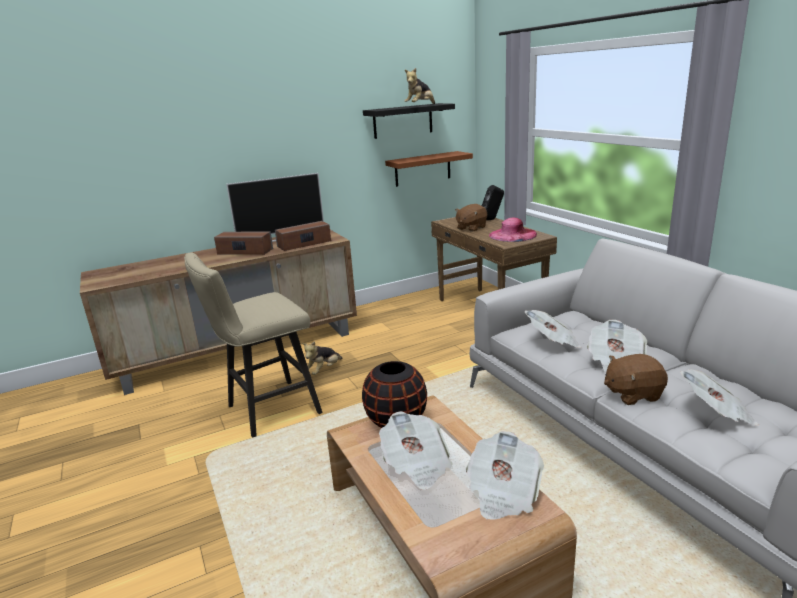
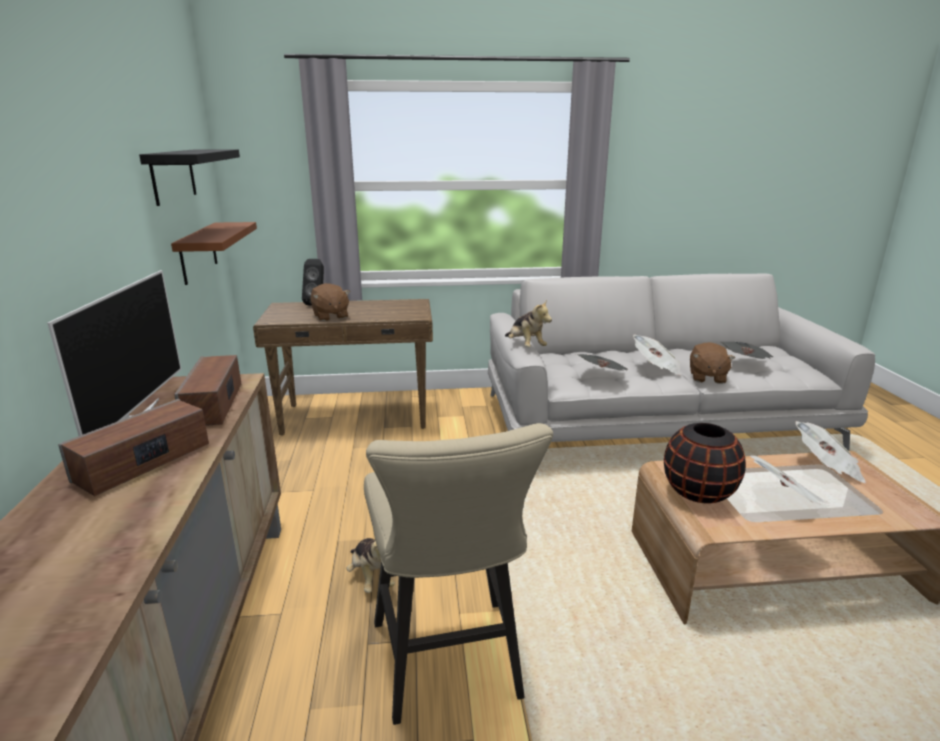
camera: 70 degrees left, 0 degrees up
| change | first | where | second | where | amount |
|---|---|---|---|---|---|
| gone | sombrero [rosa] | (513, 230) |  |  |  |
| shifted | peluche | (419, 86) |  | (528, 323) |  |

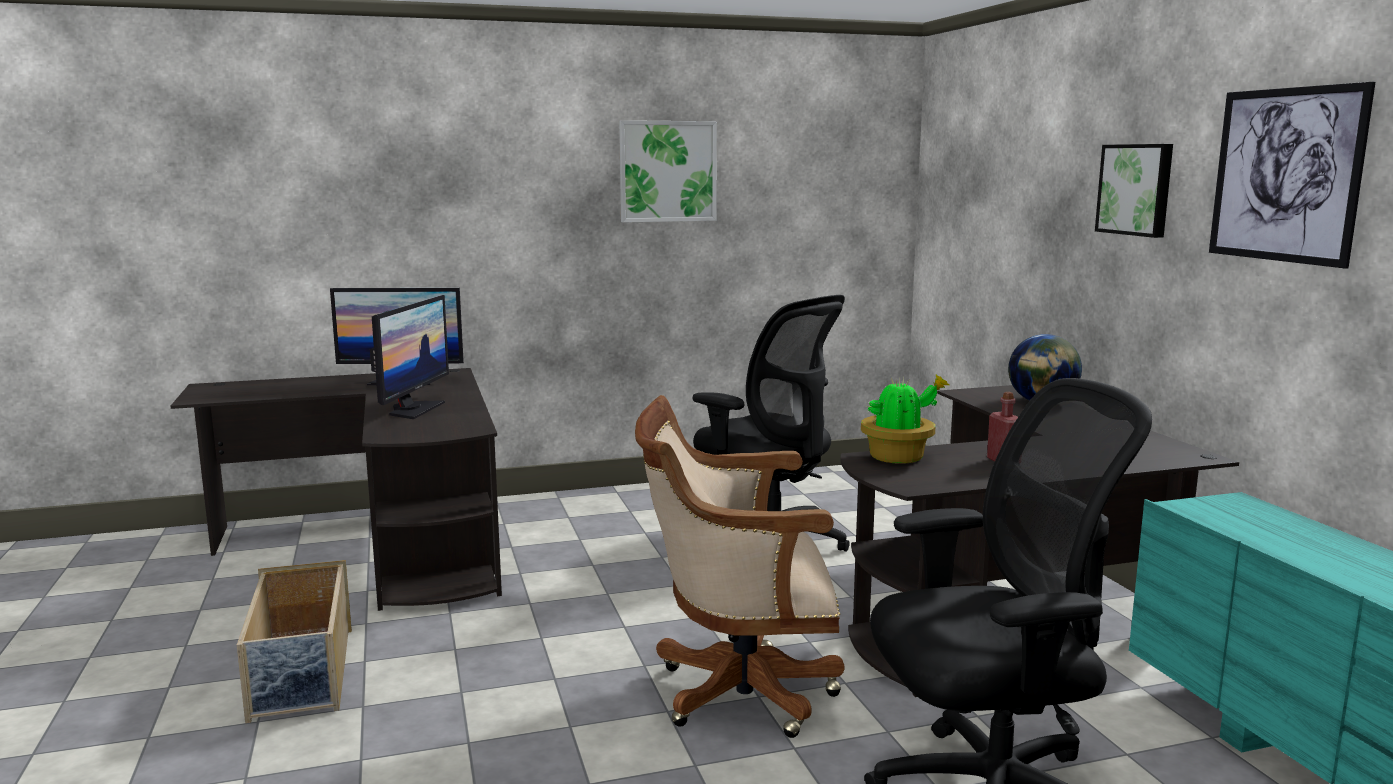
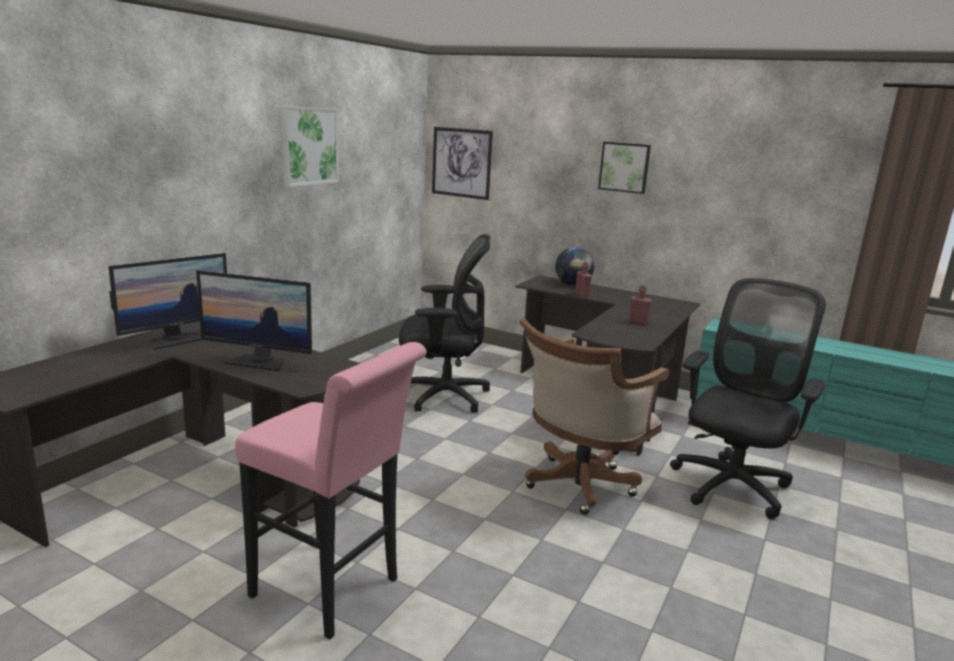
camera: 45 degrees left, 5 degrees up
| change | first | where | second | where | amount |
|---|---|---|---|---|---|
| gone | planta en maceta | (905, 419) |  |  |  |
| new |  |  | botella [rojo] | (583, 279) |  |
| shifted | cuadro | (1292, 175) |  | (462, 163) |  |
| swapped | caja de almacenaje [beis] | (294, 641) | taburete [rosa] | (331, 490) |  |
| rotated | monitor | (409, 357) |  | (254, 320) | 135 degrees clockwise |

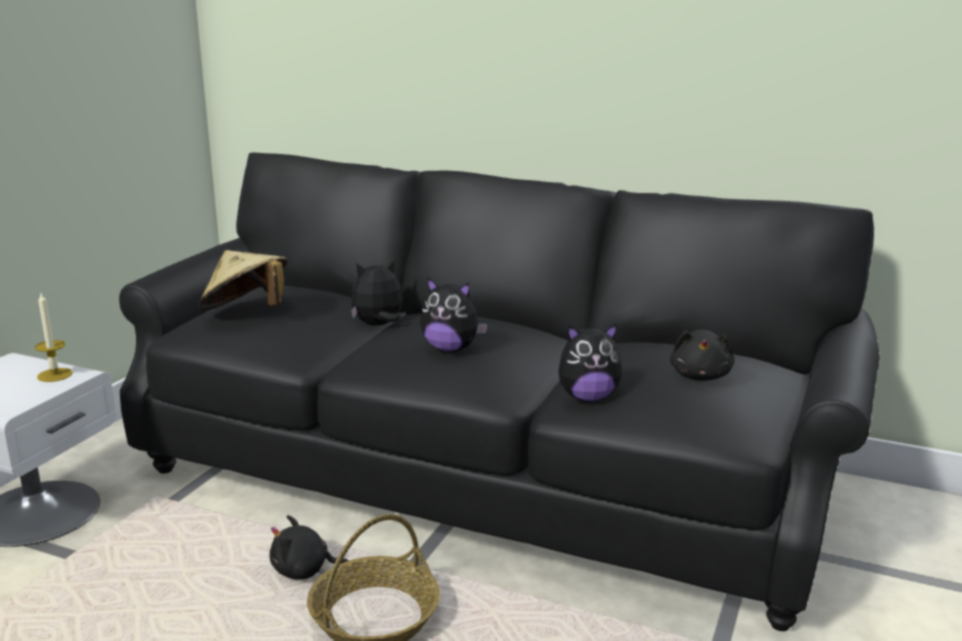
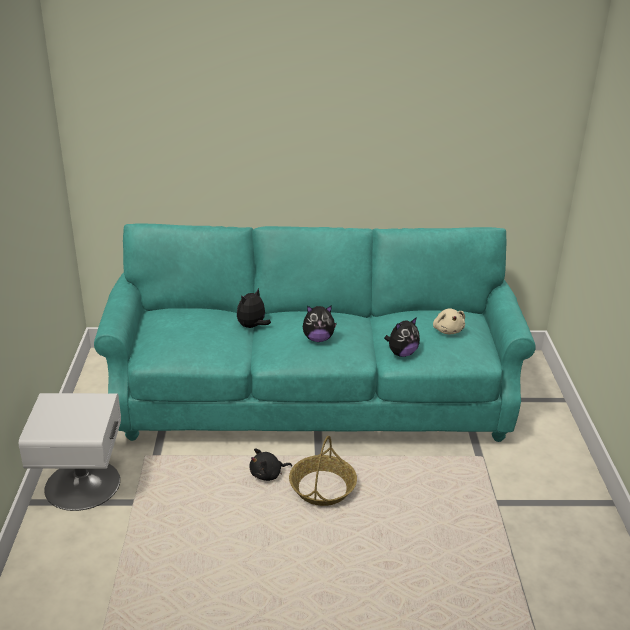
camera: 25 degrees left, 10 degrees up
| change | first | where | second | where | amount |
|---|---|---|---|---|---|
| gone | vela | (53, 337) |  |  |  |
| gone | sombrero [beis] | (243, 280) |  |  |  |
| repainted | sofá [negro] | (499, 391) | sofá [turquesa] | (315, 332) |  |
| repainted | peluche [negro] | (702, 355) | peluche [beis] | (449, 321) |  |

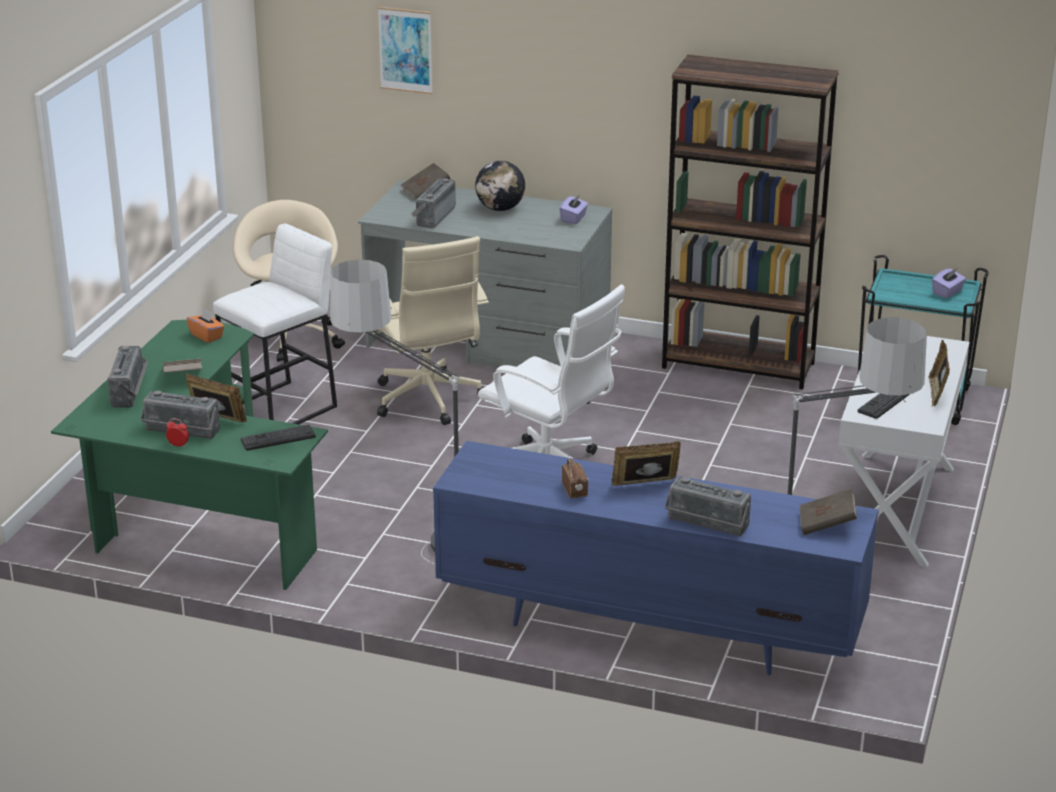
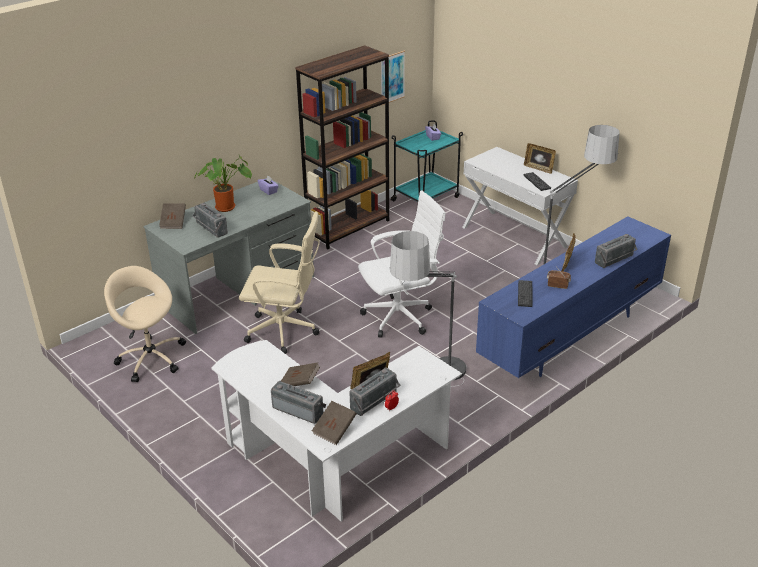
camera: 60 degrees left, 5 degrees up
| change | first | where | second | where | amount |
|---|---|---|---|---|---|
| gone | caja de pañuelos [naranja] | (205, 326) |  |  |  |
| gone | taburete [blanco] | (275, 323) |  |  |  |
| shifted | teclado | (278, 437) |  | (525, 293) |  |
| shifted | cuadro | (405, 50) |  | (393, 78) |  |
| shifted | libro [marrón] | (828, 512) |  | (334, 423) |  |
| swapped | globo terráqueo | (500, 186) | planta en maceta | (223, 183) |  |
| repainted | escritorio [verde] | (189, 455) | escritorio [blanco] | (336, 430) |  |

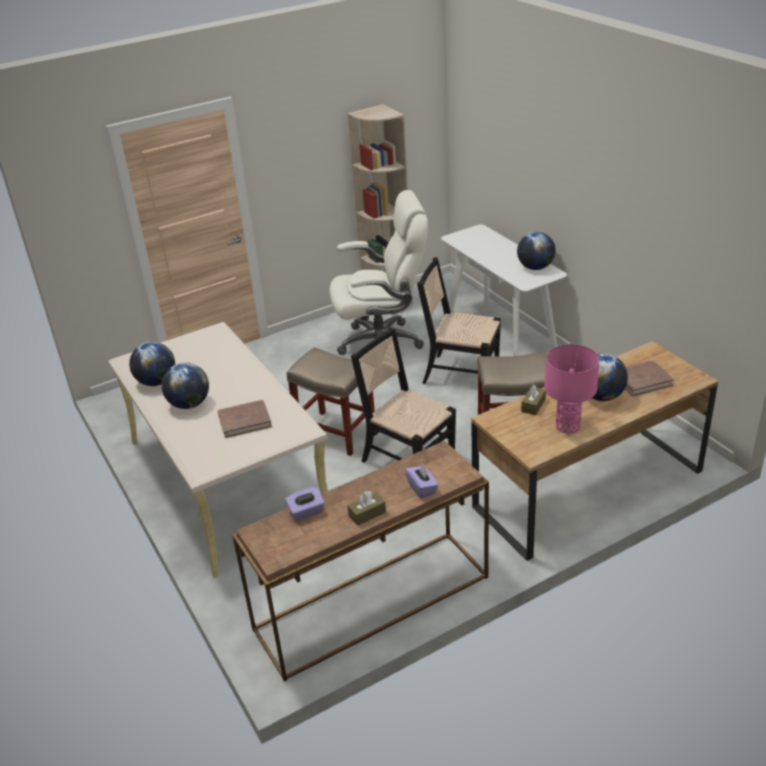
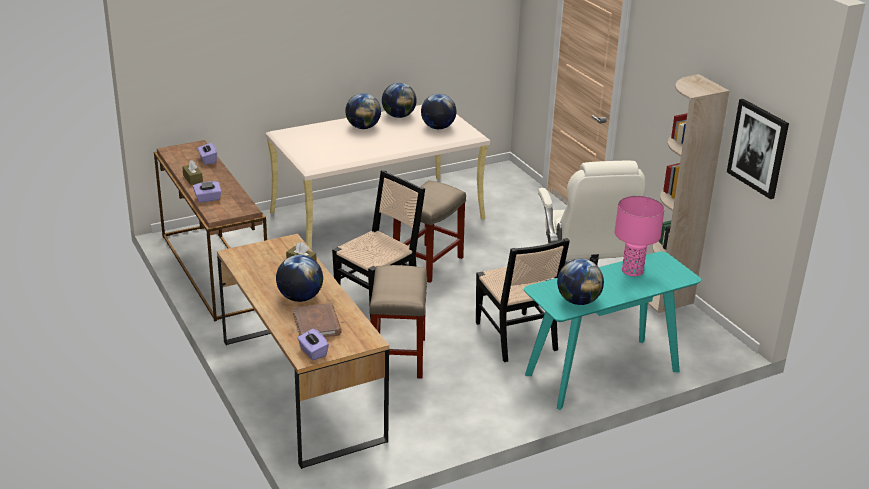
camera: 90 degrees right, 5 degrees down
| change | first | where | second | where | amount |
|---|---|---|---|---|---|
| gone | libro [marrón] | (245, 419) |  |  |  |
| new |  |  | caja de pañuelos [morado] | (313, 344) |  |
| new |  |  | globo terráqueo | (439, 111) |  |
| new |  |  | cuadro | (758, 149) |  |
| shifted | lámpara de mesa [rosa] | (571, 389) |  | (639, 236) |  |
| repainted | mesa consola [blanco] | (504, 290) | mesa consola [turquesa] | (612, 330) |  |
| rotated | silla | (459, 320) |  | (523, 300) | 135 degrees clockwise |

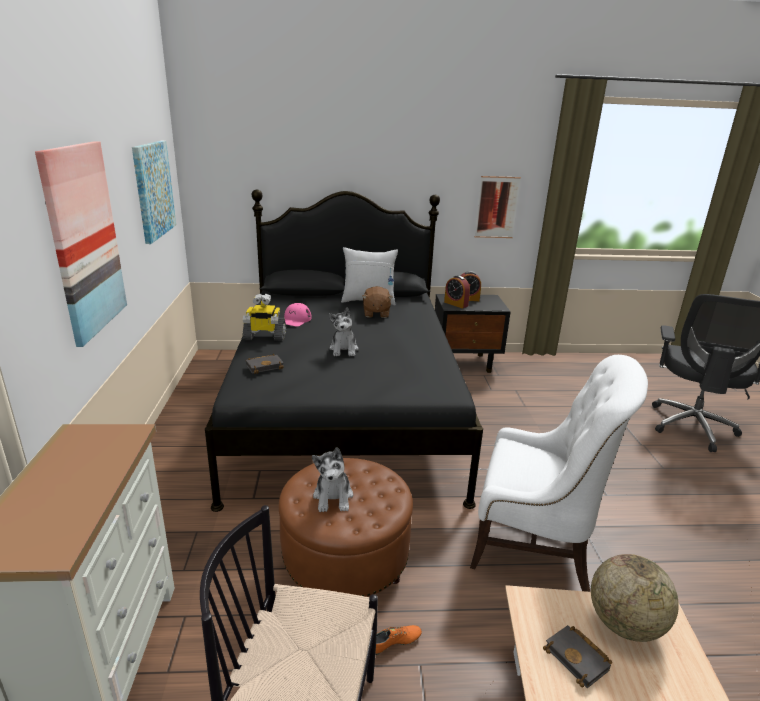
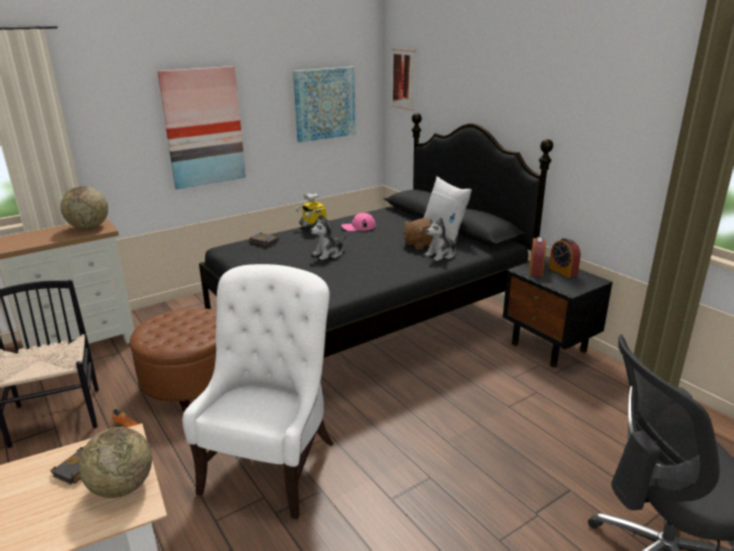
camera: 60 degrees right, 0 degrees up
| change | first | where | second | where | amount |
|---|---|---|---|---|---|
| new |  |  | globo terráqueo | (84, 207) |  |
| shifted | peluche | (332, 479) |  | (440, 239) |  |
| shifted | cuadro | (498, 207) |  | (404, 80) |  |
| rotated | silla [blanco] | (559, 473) |  | (258, 391) | 150 degrees counterclockwise |

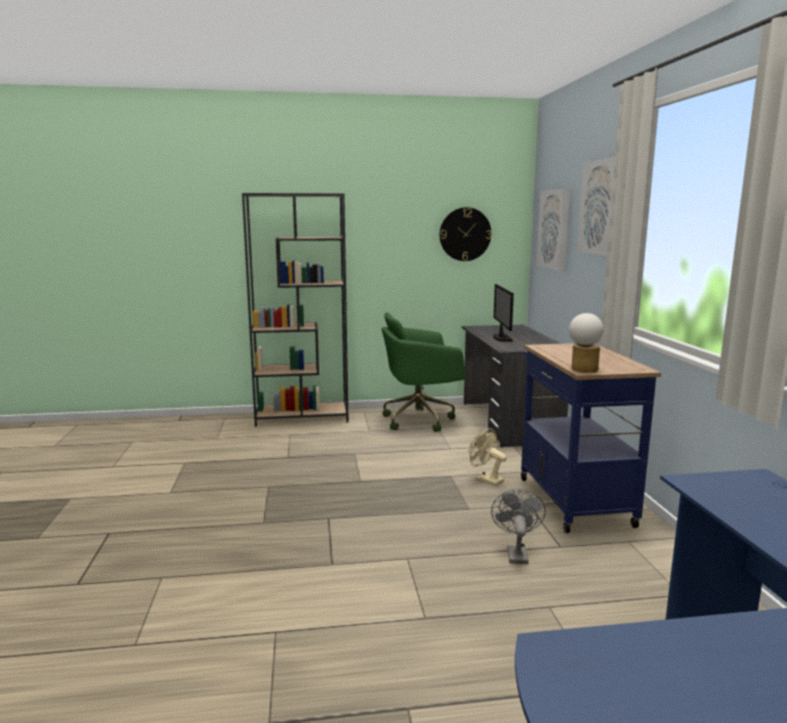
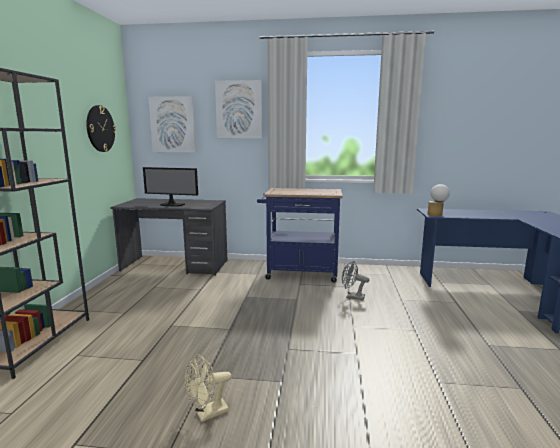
camera: 75 degrees left, 0 degrees up
| change | first | where | second | where | amount |
|---|---|---|---|---|---|
| gone | silla de oficina [verde] | (424, 372) |  |  |  |
| shifted | ventilador [beis] | (488, 457) |  | (208, 388) |  |
| shifted | lámpara de mesa | (586, 343) |  | (439, 200) |  |

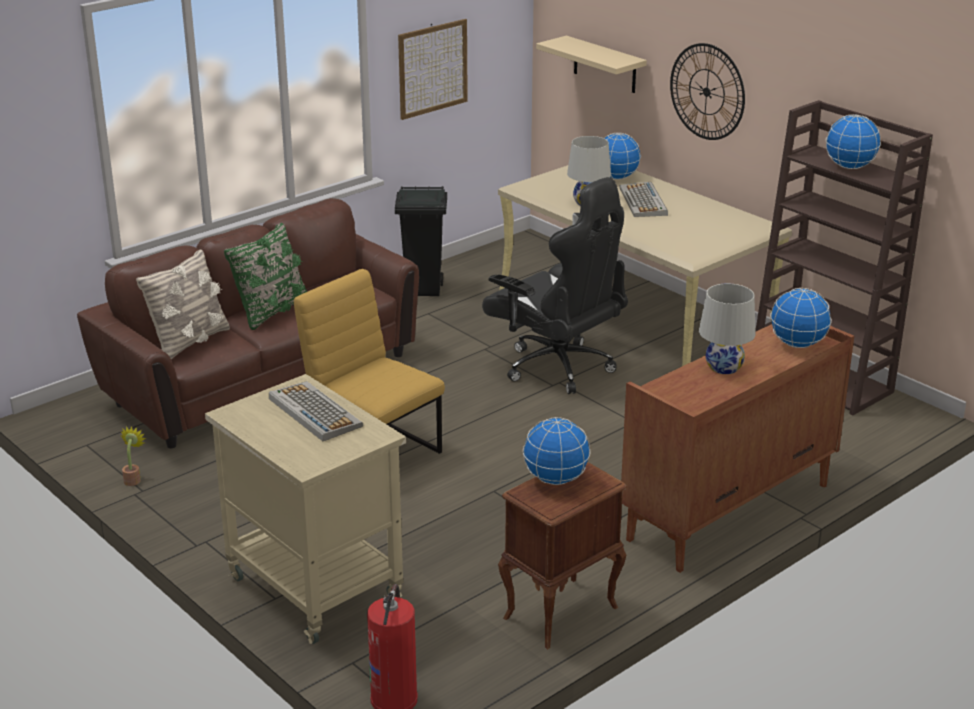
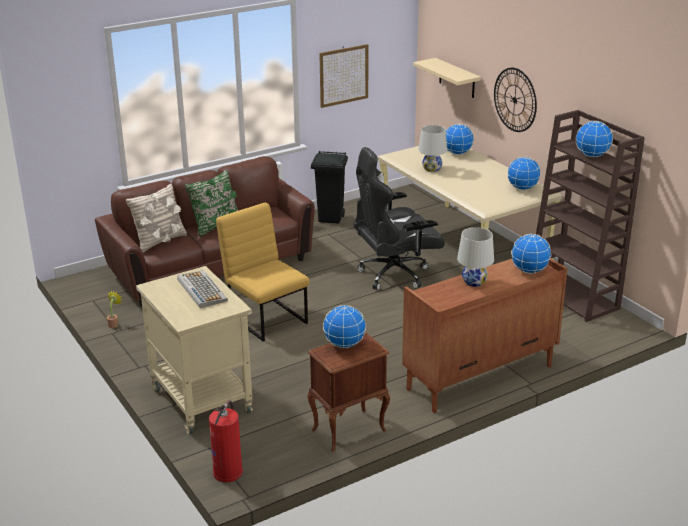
camera: 10 degrees right, 0 degrees up
| change | first | where | second | where | amount |
|---|---|---|---|---|---|
| gone | teclado | (643, 199) |  |  |  |
| new |  |  | globo terráqueo | (524, 173) |  |
| rotated | silla de oficina [negro] | (555, 285) |  | (399, 218) | 105 degrees clockwise |

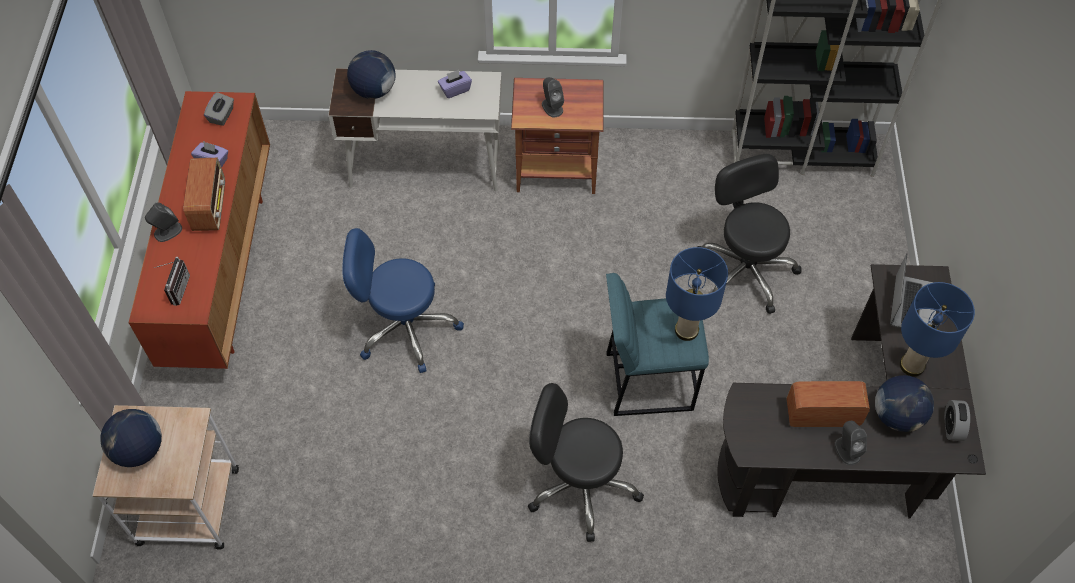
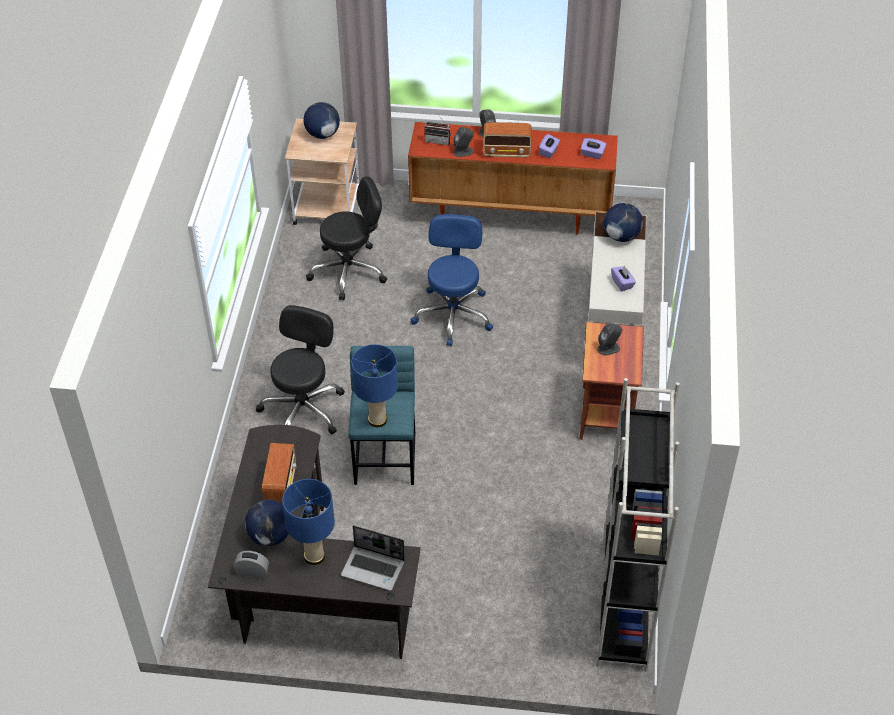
camera: 95 degrees right, 10 degrees down
| change | first | where | second | where | amount |
|---|---|---|---|---|---|
| shifted | silla de oficina [negro] | (750, 234) |  | (346, 238) |  |
| shifted | altavoz [gris] | (850, 443) |  | (463, 141) |  |
| repainted | caja de pañuelos [gris] | (219, 109) | caja de pañuelos [morado] | (593, 148) |  |

